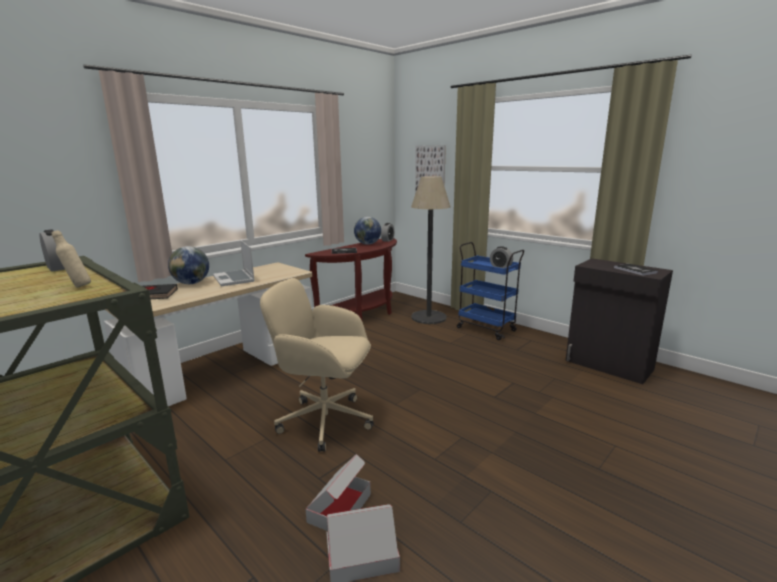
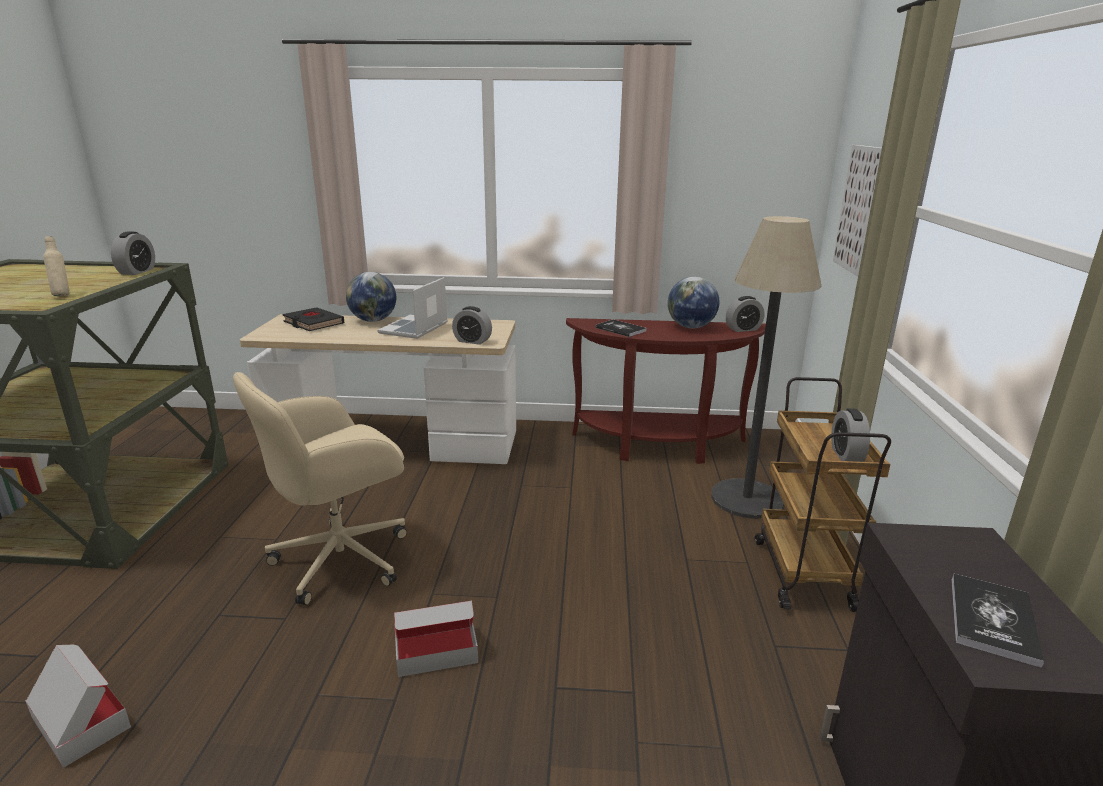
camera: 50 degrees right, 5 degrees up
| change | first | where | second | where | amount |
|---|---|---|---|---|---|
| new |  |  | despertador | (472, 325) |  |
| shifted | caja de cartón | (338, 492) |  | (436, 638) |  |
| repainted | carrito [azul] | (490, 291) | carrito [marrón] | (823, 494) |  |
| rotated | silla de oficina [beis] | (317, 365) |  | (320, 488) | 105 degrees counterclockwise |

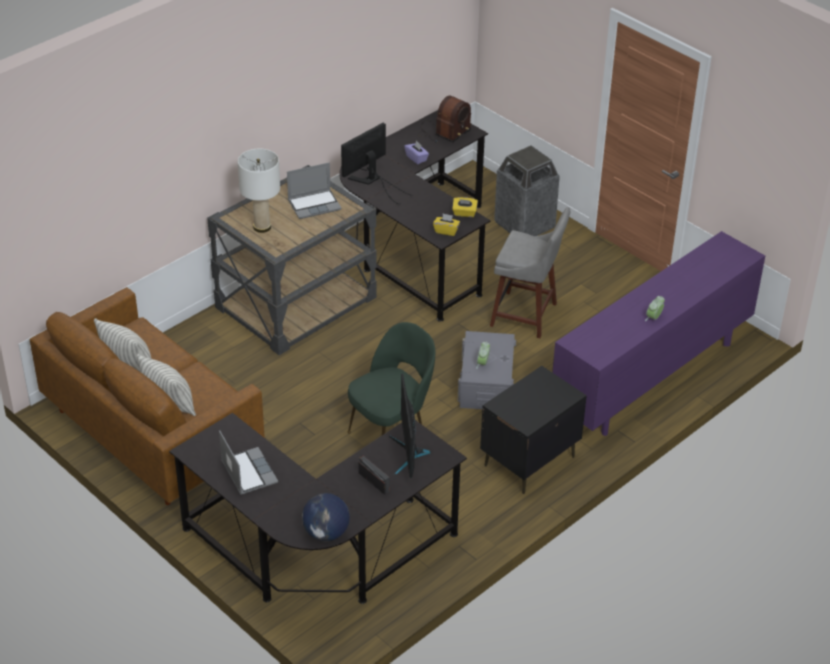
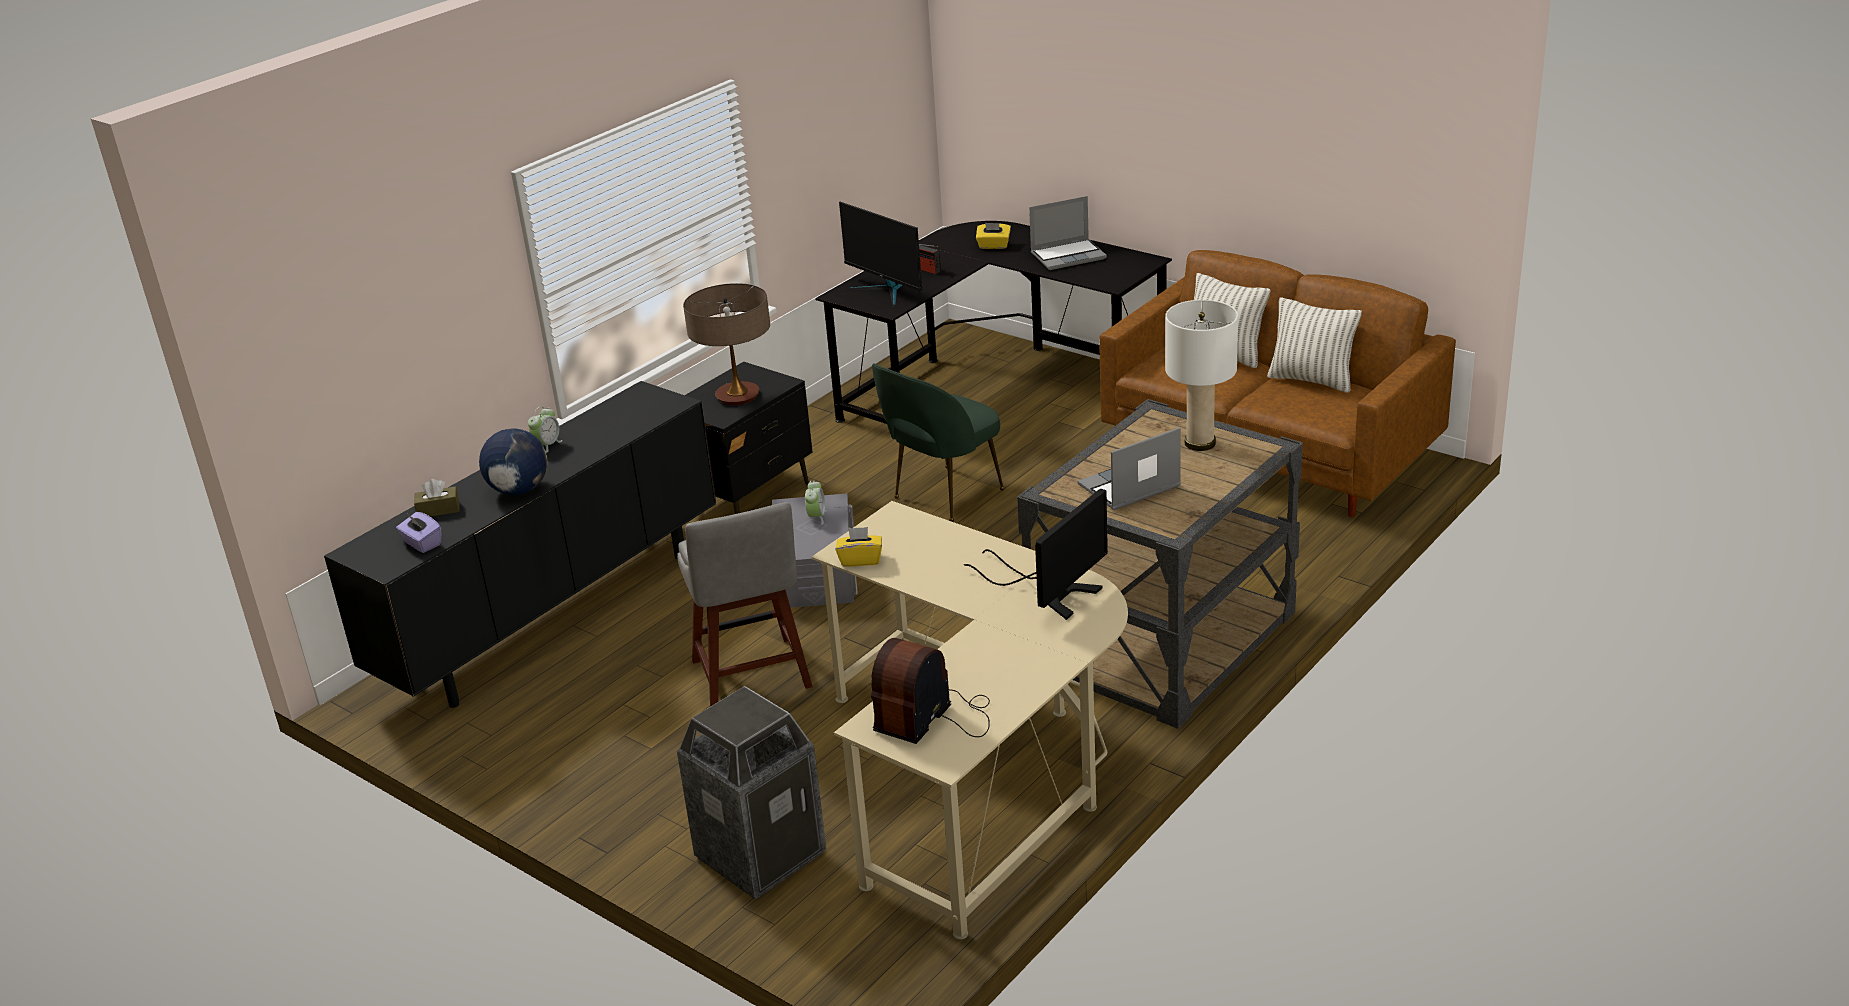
camera: 175 degrees right, 10 degrees down
| change | first | where | second | where | amount |
|---|---|---|---|---|---|
| new |  |  | caja de pañuelos [marrón] | (436, 498) |  |
| new |  |  | lámpara de mesa | (726, 344) |  |
| shifted | globo terráqueo | (326, 517) |  | (513, 461) |  |
| shifted | caja de pañuelos [morado] | (416, 152) |  | (418, 532) |  |
| shifted | caja de pañuelos [amarillo] | (446, 225) |  | (993, 236) |  |
| repainted | escritorio [negro] | (415, 216) | escritorio [beis] | (970, 720) |  |
| repainted | armario [morado] | (658, 333) | armario [negro] | (520, 544) |  |
| rotated | portátil | (248, 462) |  | (1068, 233) | 75 degrees counterclockwise |
| rotated | monitor | (410, 426) |  | (880, 254) | 150 degrees clockwise |
| rotated | silla [gris] | (530, 272) |  | (745, 604) | 120 degrees counterclockwise |

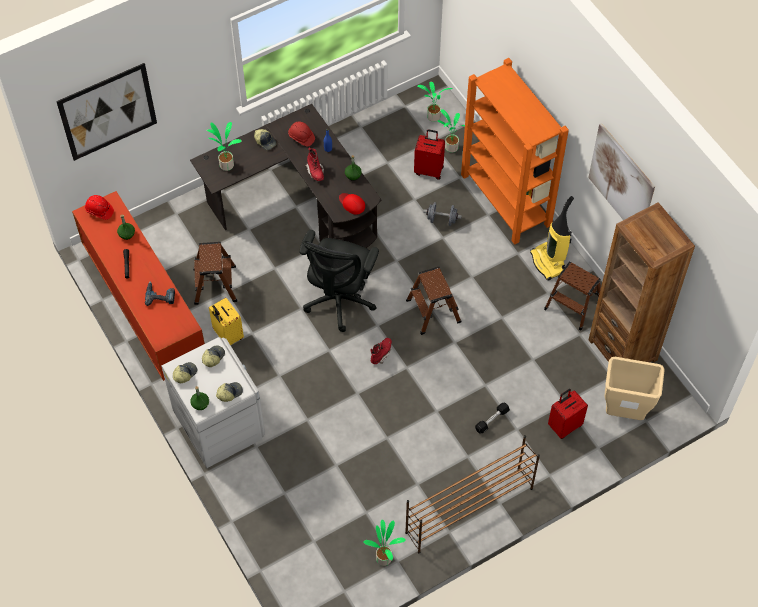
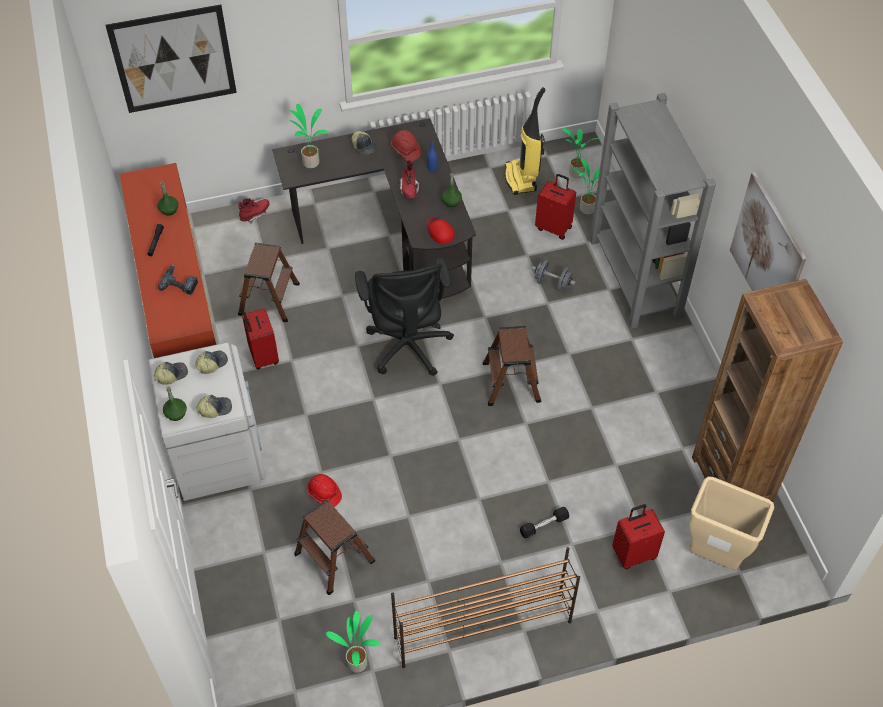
camera: 15 degrees right, 5 degrees down
| change | first | where | second | where | amount |
|---|---|---|---|---|---|
| shifted | casco [rojo] | (99, 207) |  | (324, 490) |  |
| shifted | bota [rojo] | (381, 351) |  | (253, 211) |  |
| shifted | aspiradora | (552, 238) |  | (525, 141) |  |
| shifted | escalera de tijera [marrón] | (572, 296) |  | (334, 547) |  |
| repainted | maleta [amarillo] | (226, 321) | maleta [rojo] | (260, 338) |  |
| repainted | estantería [naranja] | (515, 151) | estantería [gris] | (653, 210) |  |
| rotated | silla de oficina [negro] | (339, 281) |  | (404, 317) | 45 degrees counterclockwise |

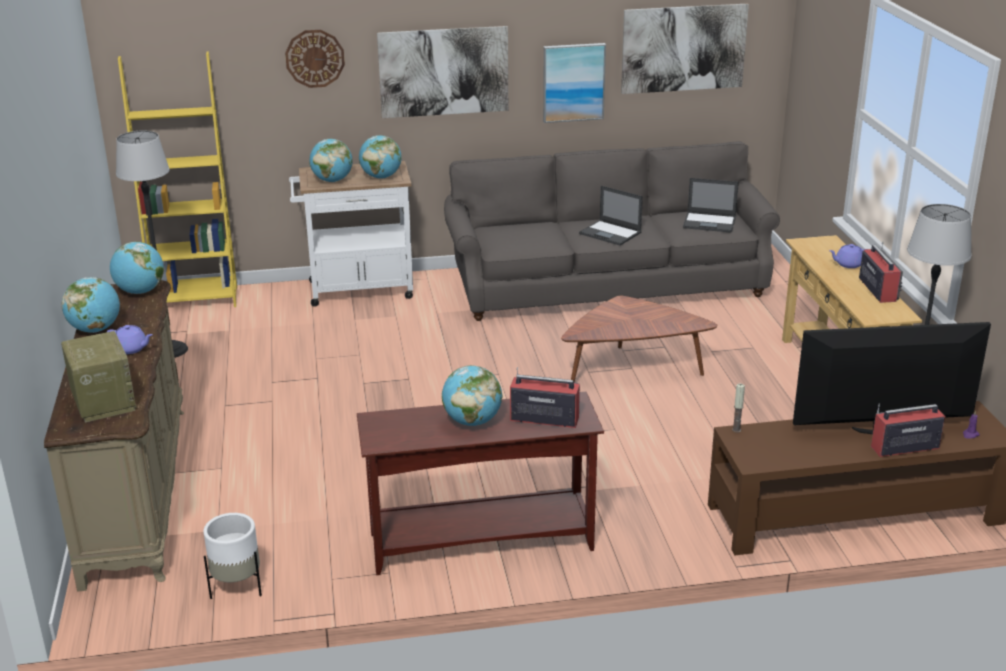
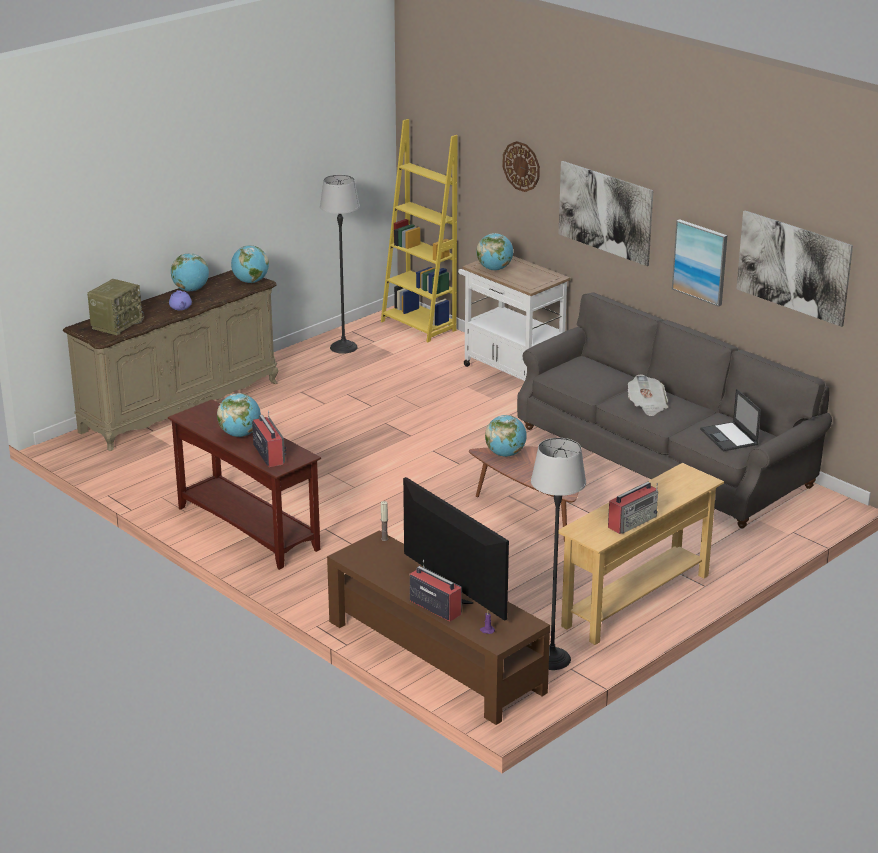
camera: 55 degrees right, 0 degrees up
| change | first | where | second | where | amount |
|---|---|---|---|---|---|
| gone | maceta [blanco] | (232, 556) |  |  |  |
| gone | tetera [morado] | (846, 256) |  |  |  |
| shifted | globo terráqueo | (380, 157) |  | (506, 436) |  |
| swapped | portátil | (611, 216) | periódico | (648, 395) |  |

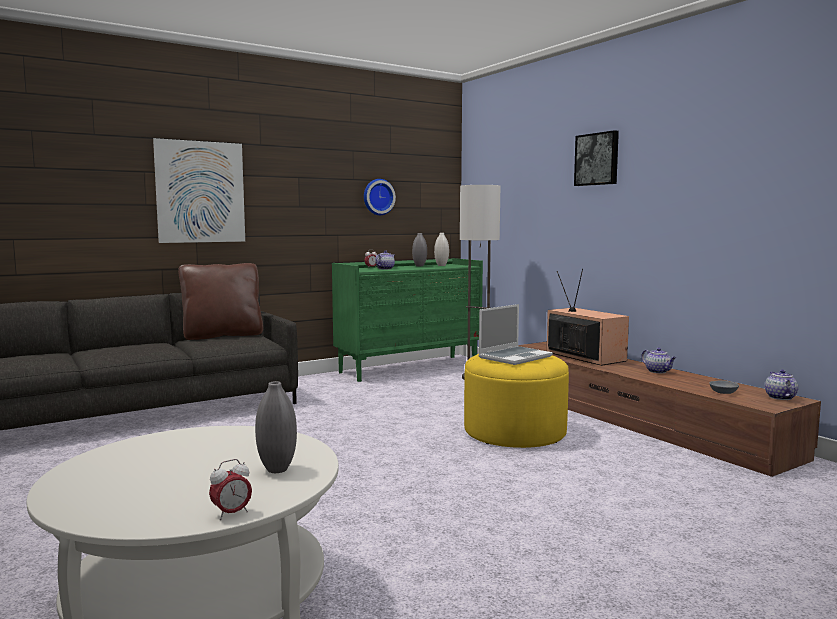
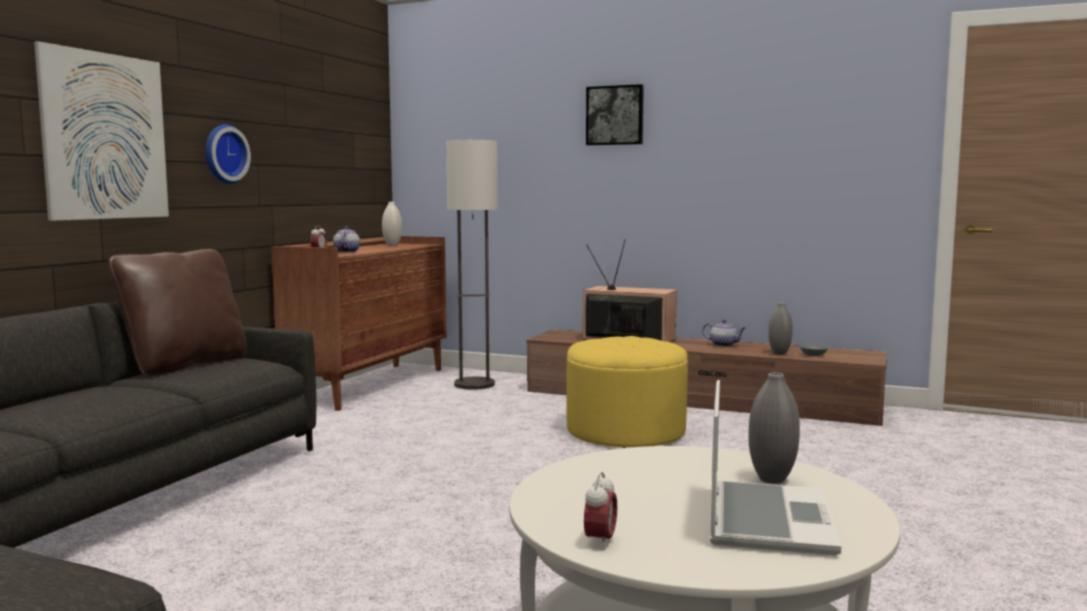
camera: 35 degrees left, 0 degrees up
| change | first | where | second | where | amount |
|---|---|---|---|---|---|
| gone | tetera | (781, 385) |  |  |  |
| shifted | despertador | (230, 489) |  | (600, 511) |  |
| shifted | reloj de pared | (380, 197) |  | (228, 154) |  |
| shifted | florero [gris] | (419, 249) |  | (780, 328) |  |
| shifted | portátil | (515, 334) |  | (775, 468) |  |
| repainted | armario [verde] | (407, 320) | armario [marrón] | (359, 323) |  |

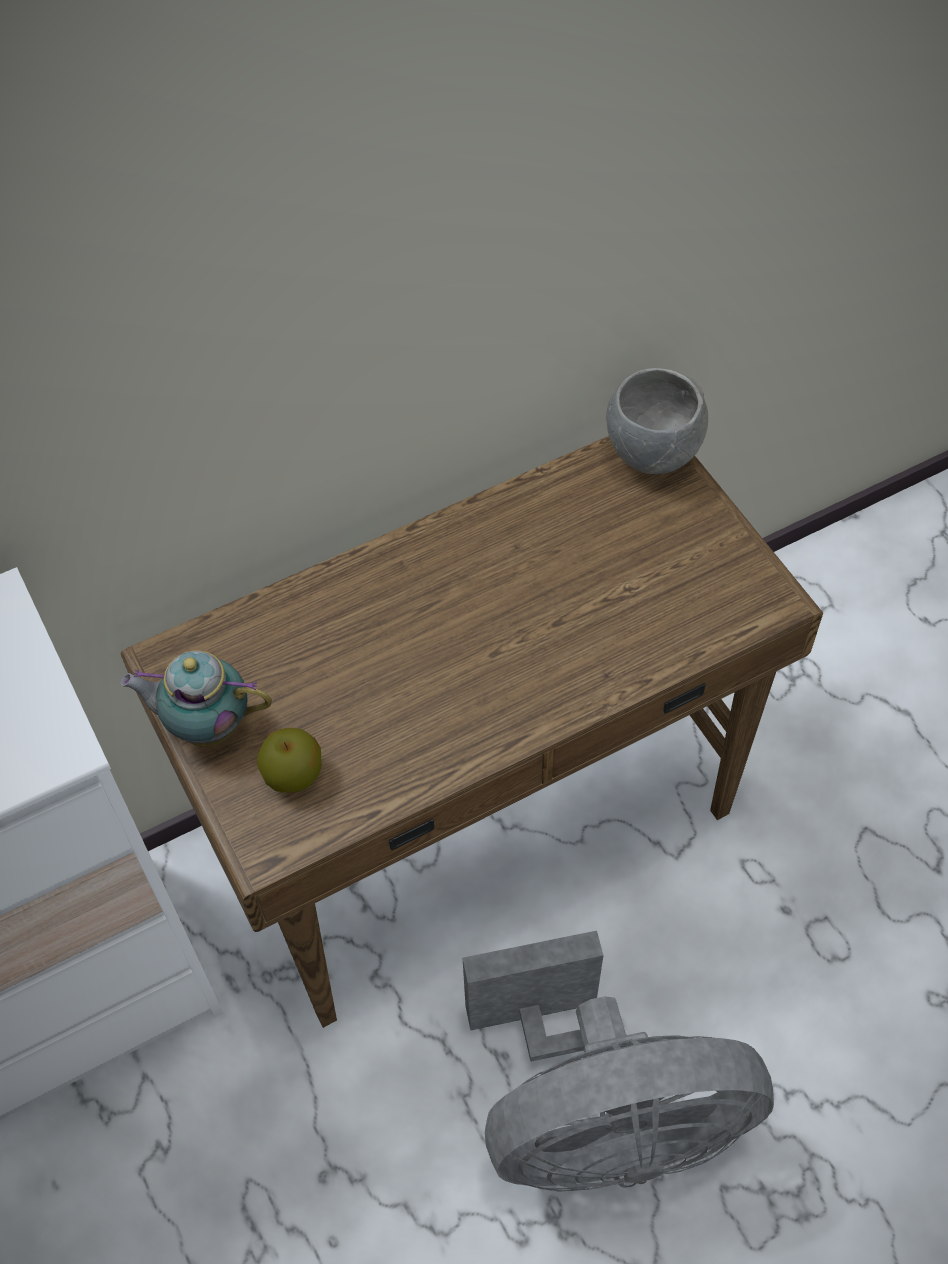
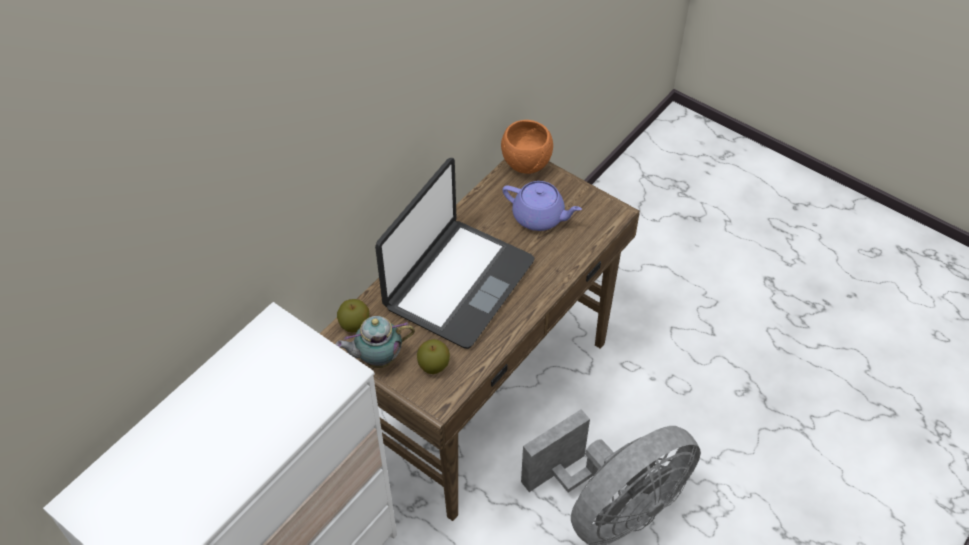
camera: 25 degrees left, 5 degrees down
| change | first | where | second | where | amount |
|---|---|---|---|---|---|
| new |  |  | manzana | (353, 316) |  |
| new |  |  | portátil | (455, 253) |  |
| new |  |  | tetera [morado] | (542, 206) |  |
| repainted | cuenco [gris] | (657, 421) | cuenco [naranja] | (527, 147) |  |

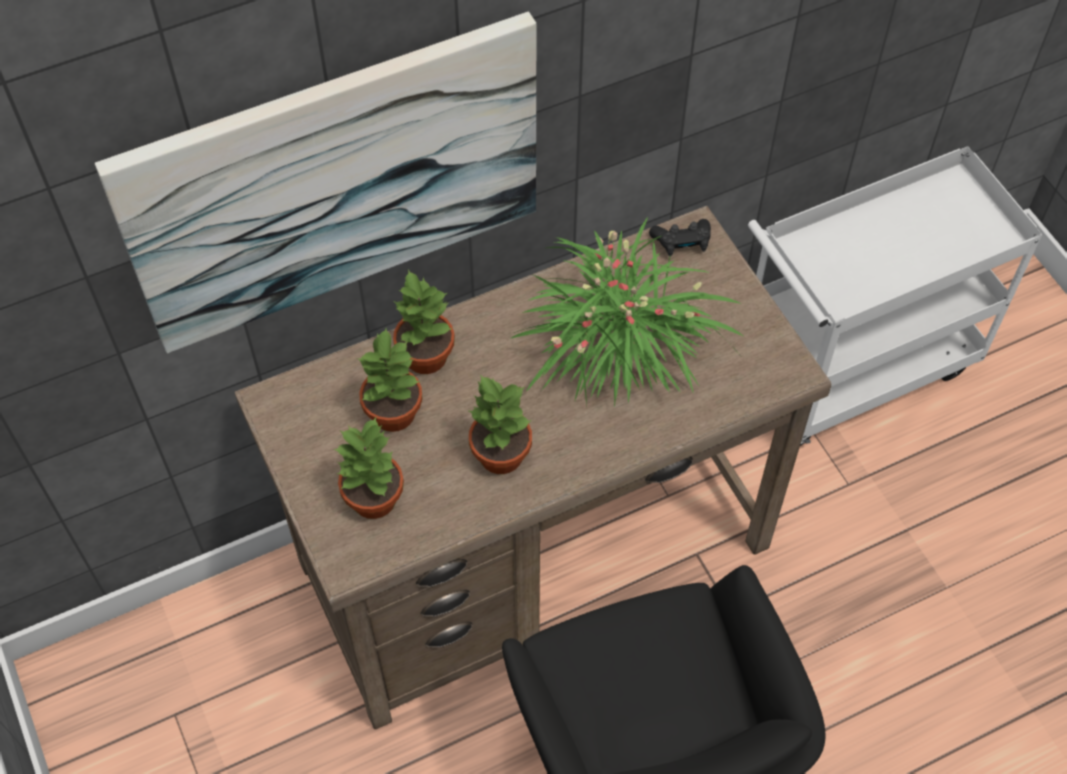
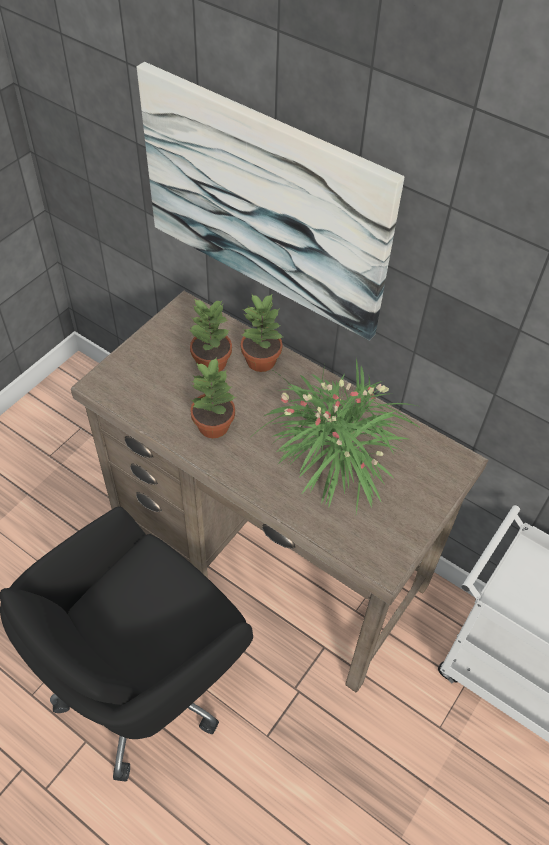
camera: 60 degrees right, 5 degrees down
| change | first | where | second | where | amount |
|---|---|---|---|---|---|
| gone | planta en maceta | (369, 468) |  |  |  |
| gone | mando de consola [negro] | (680, 238) |  |  |  |

